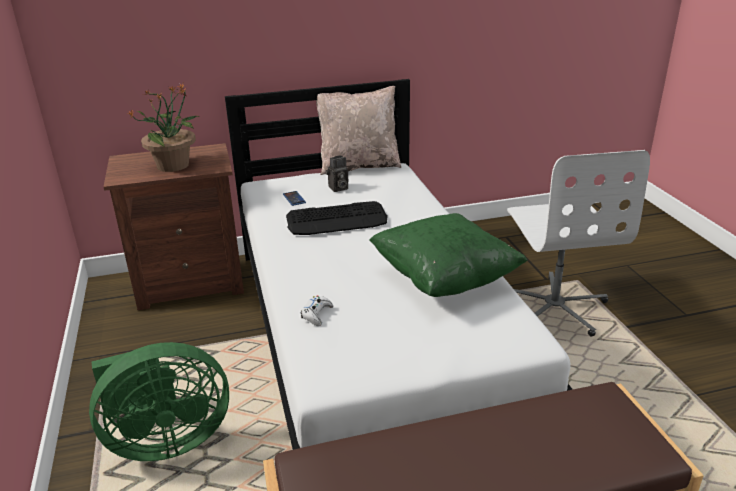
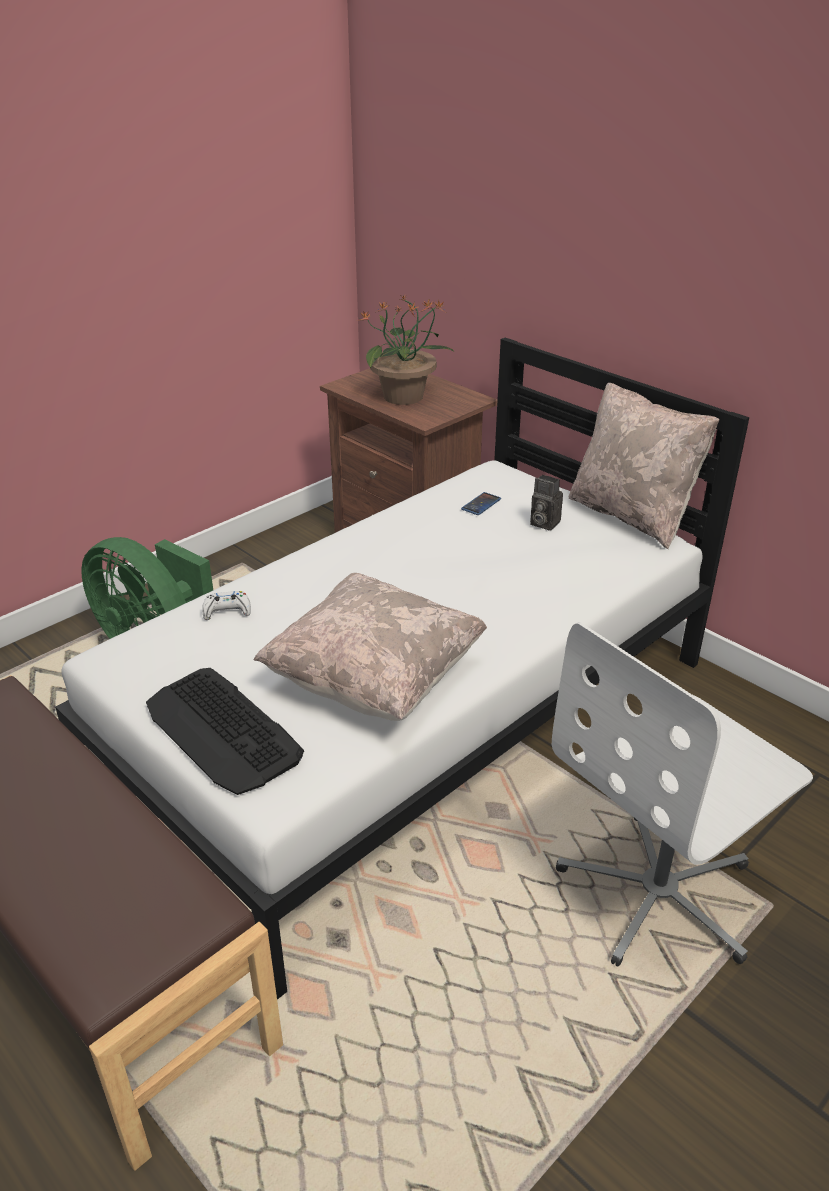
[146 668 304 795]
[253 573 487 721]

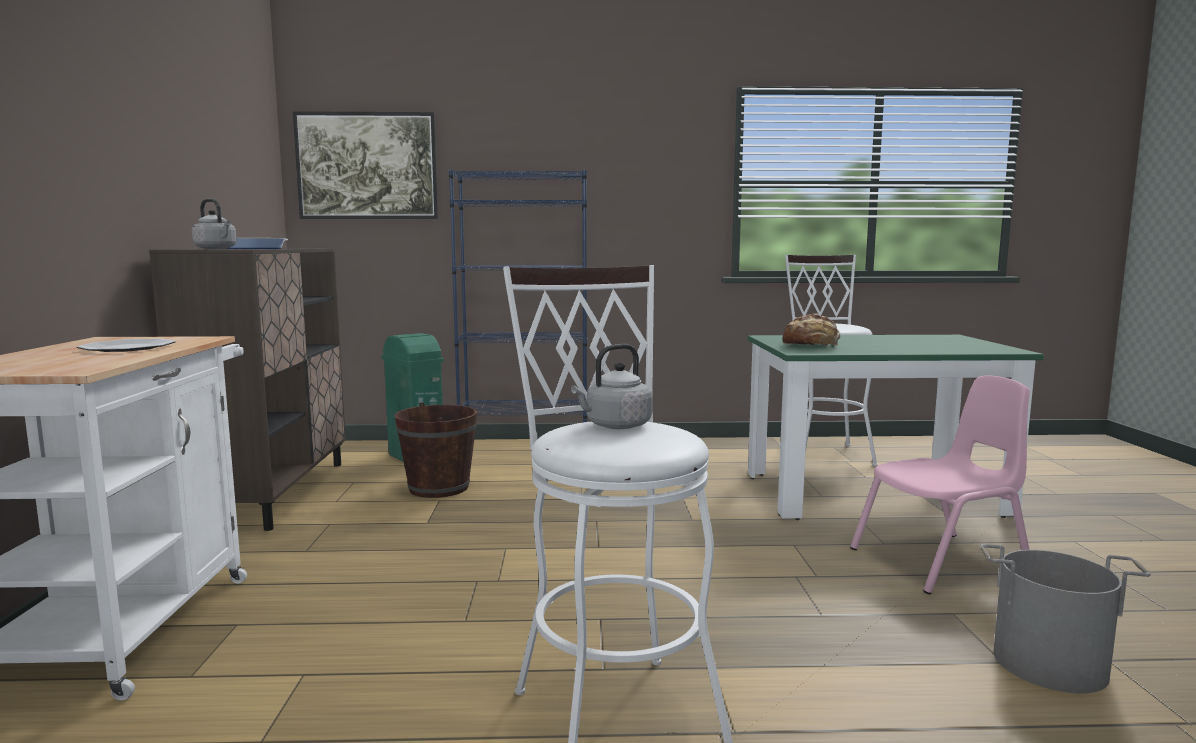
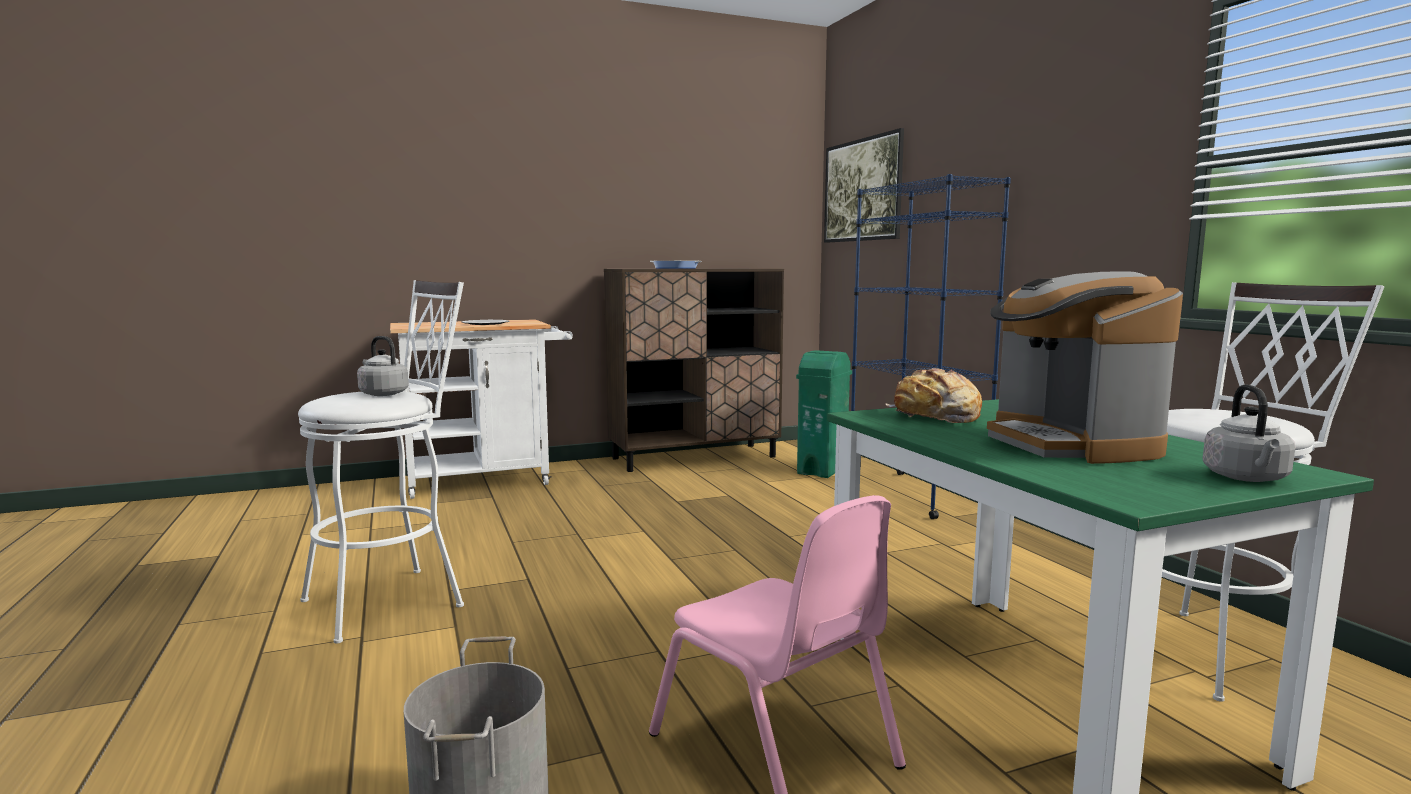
[394 402 478 498] (first image)
[987 271 1183 464]
[1202 384 1295 482]

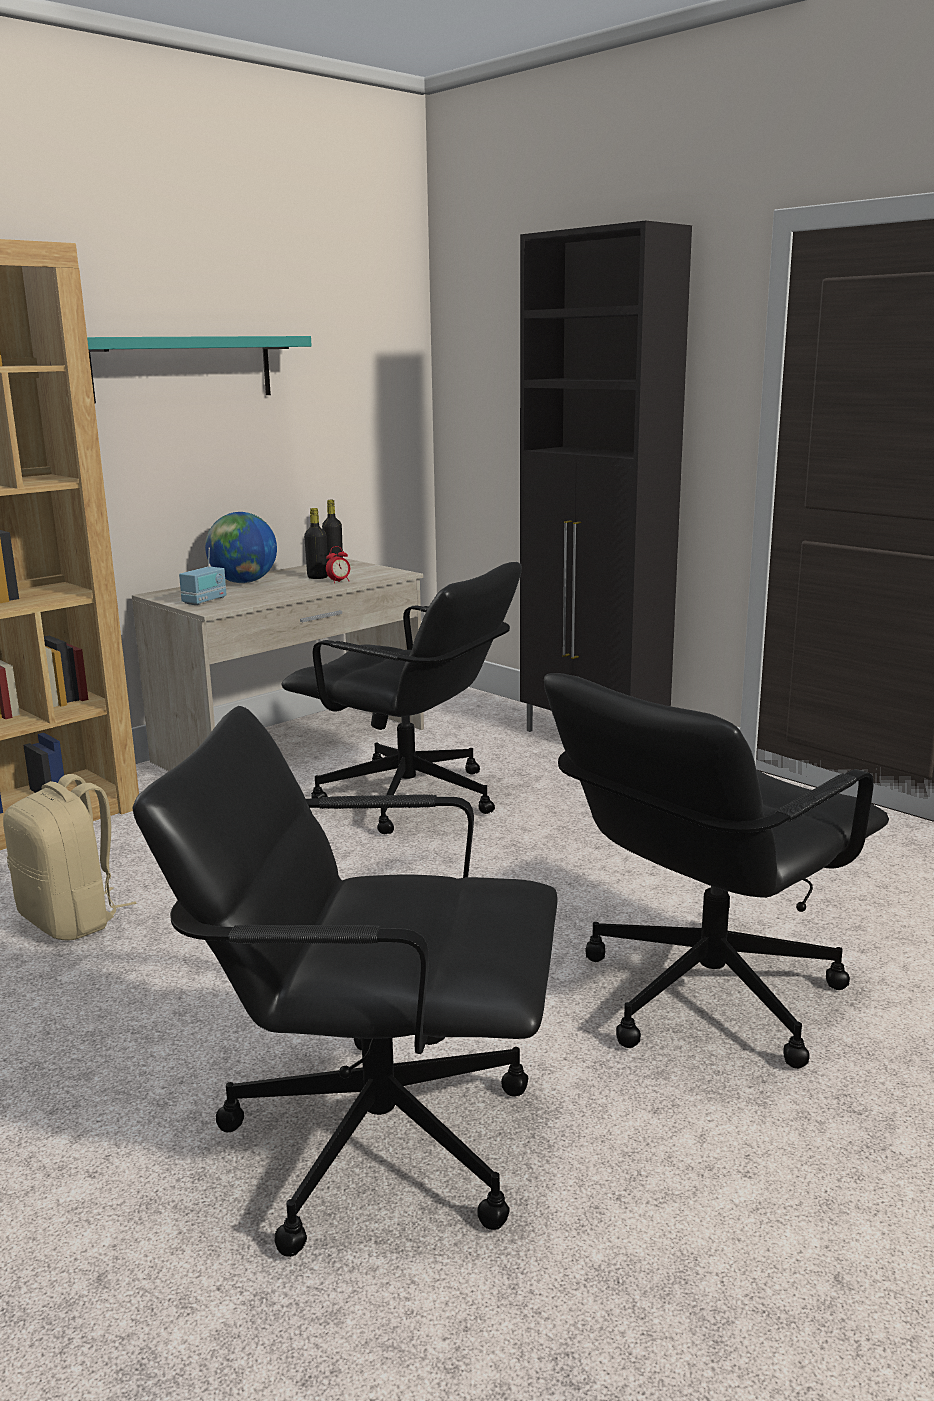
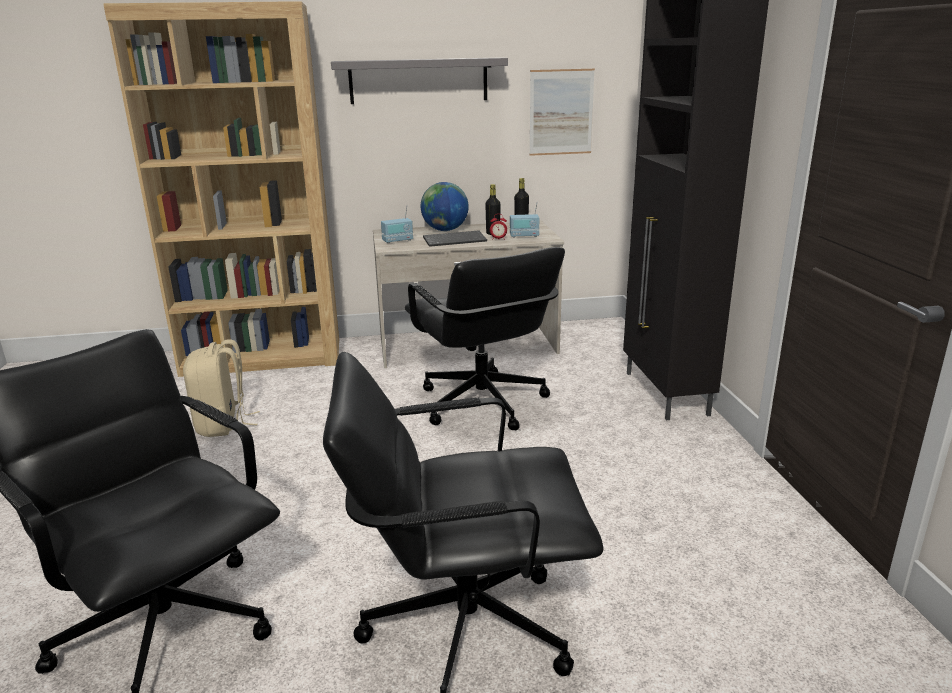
[423 230 487 247]
[510 202 539 237]
[529 69 595 156]
[331 58 508 104]

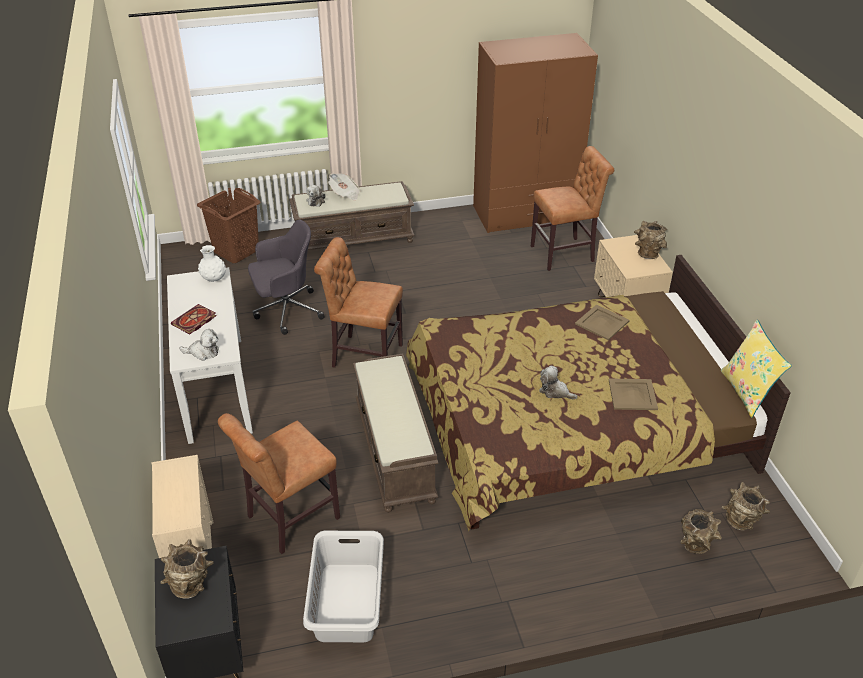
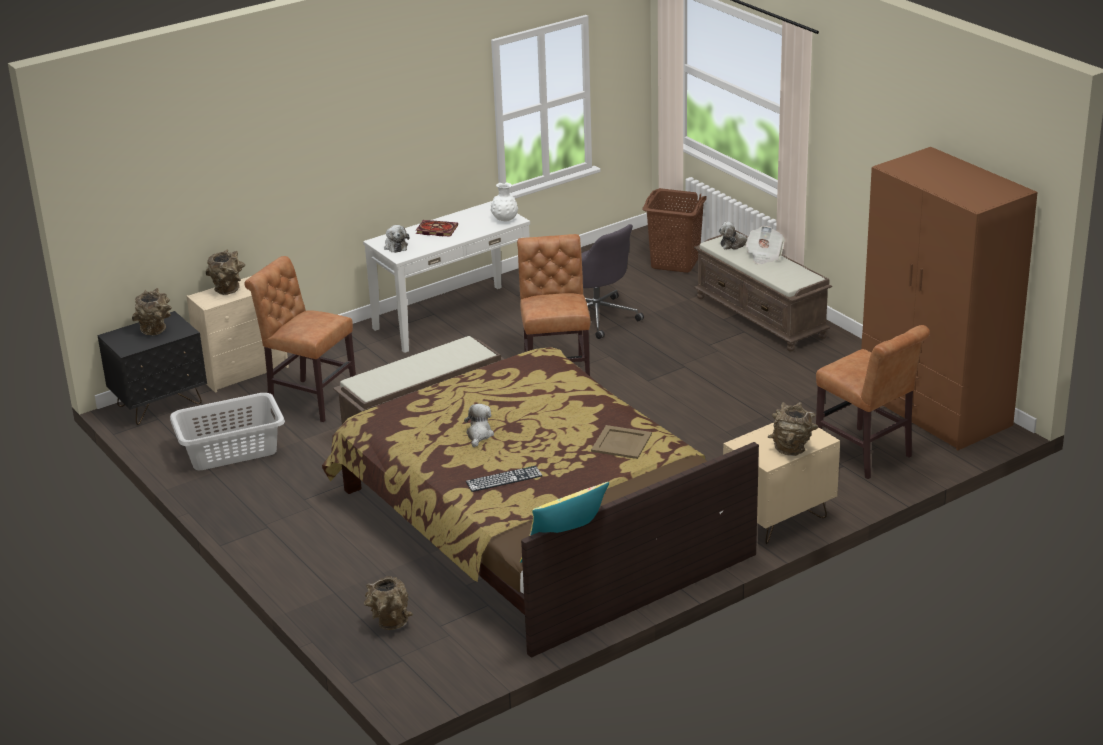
[206 250 245 295]
[466 466 543 492]

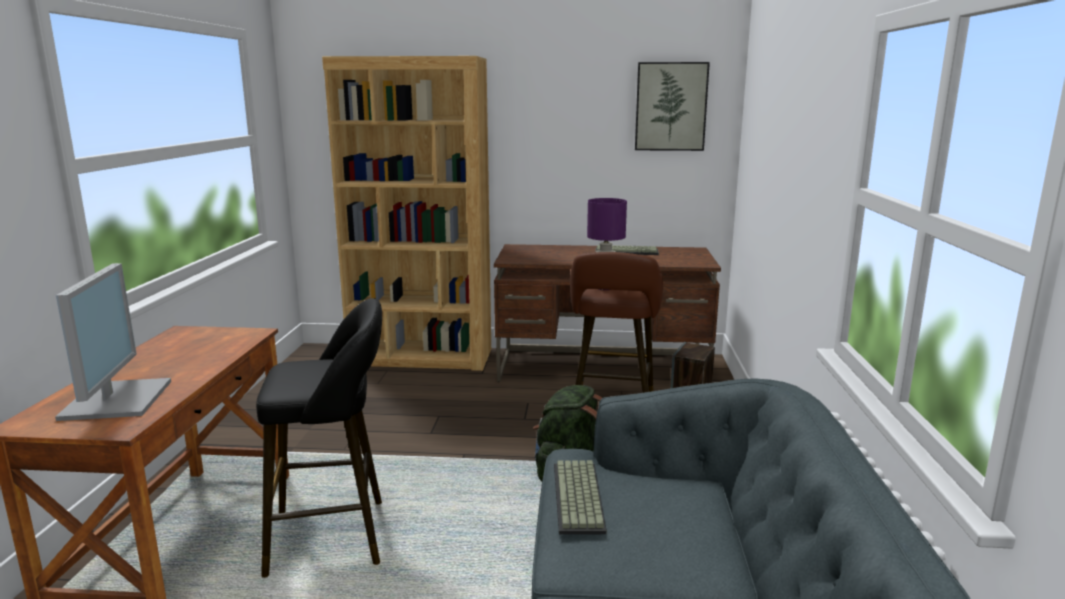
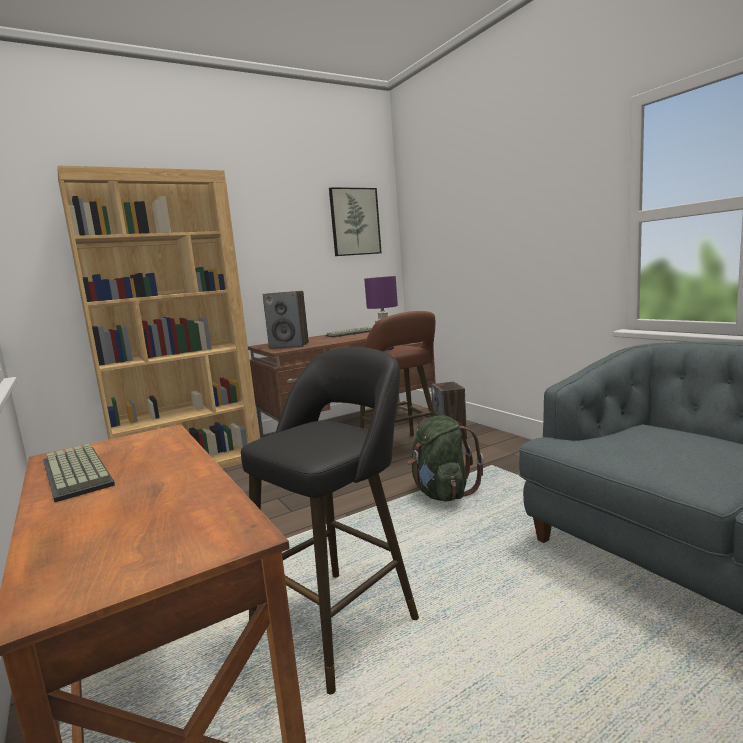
[55 263 171 421] (first image)
[263 291 309 349]
[43 444 115 502]

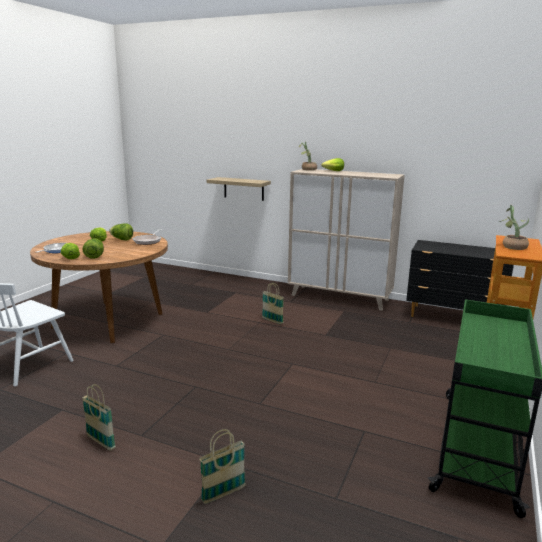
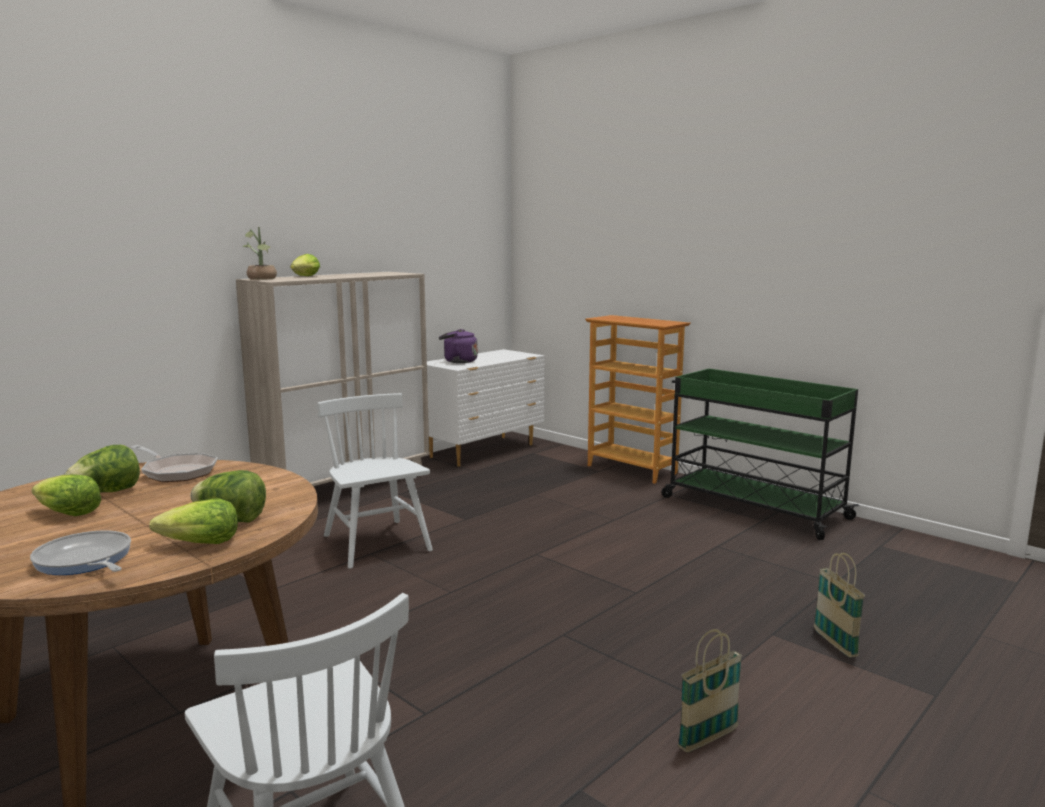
[207 177 271 201] (first image)
[499 205 529 250] (first image)
[439 329 478 363]
[317 393 433 569]
[427 349 545 467]

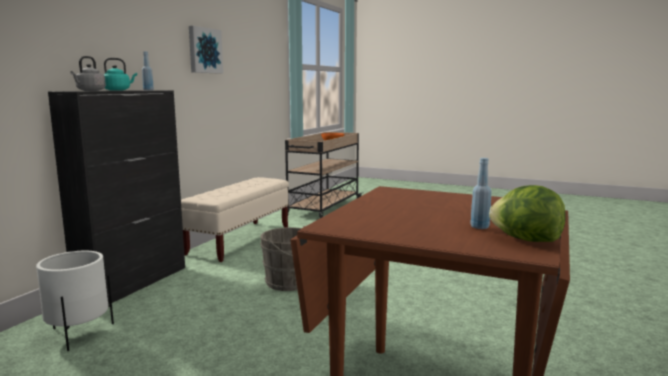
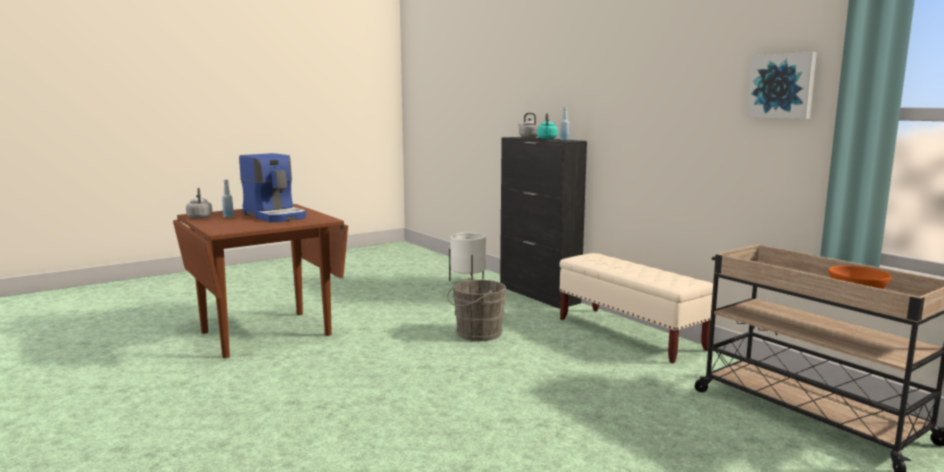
[239 153 306 222]
[747 52 817 119]
[186 188 213 219]

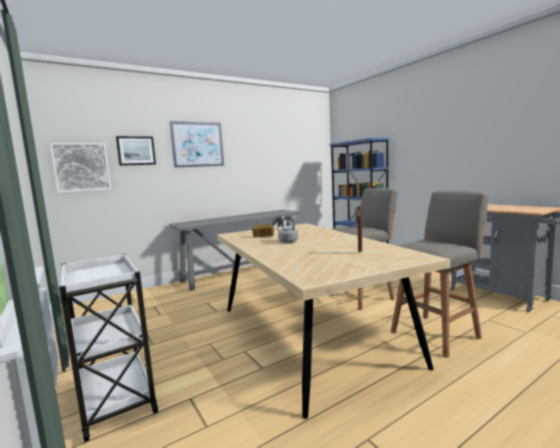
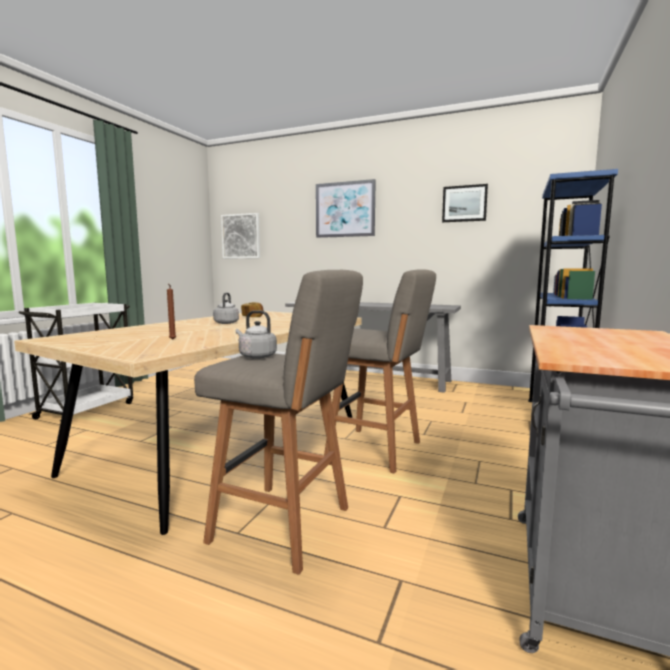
[236 310 277 359]
[442 184 488 222]

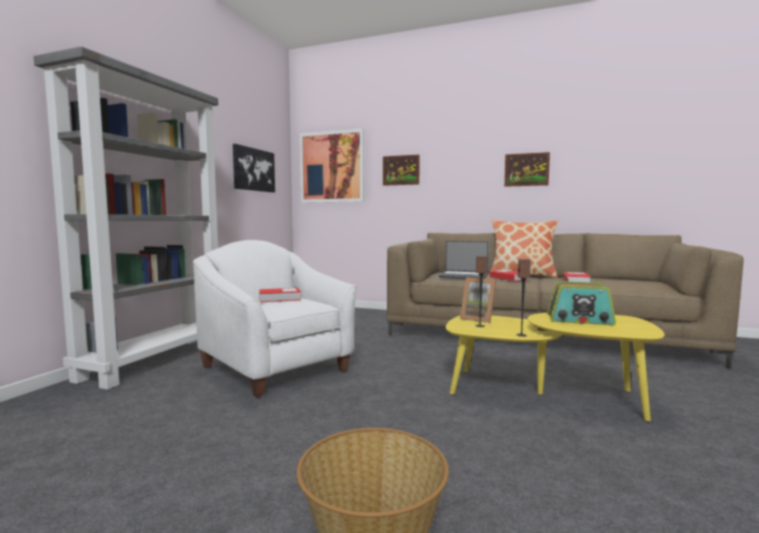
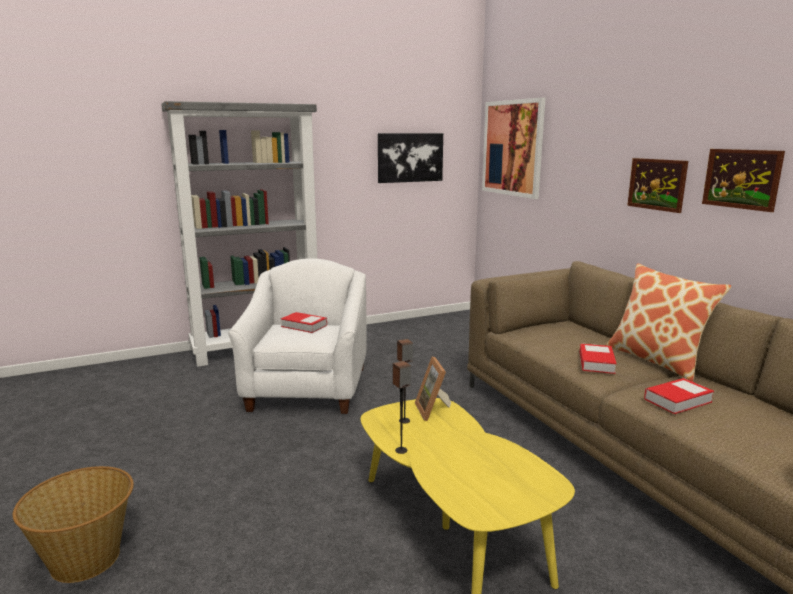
[439 241 489 279] (first image)
[547 281 616 325] (first image)
[627 158 688 213]

